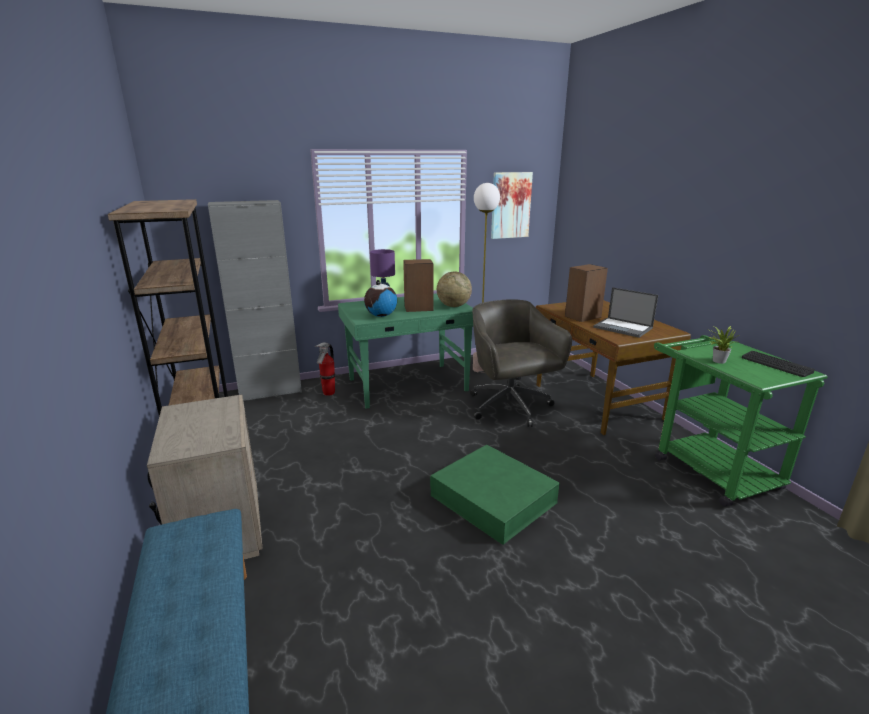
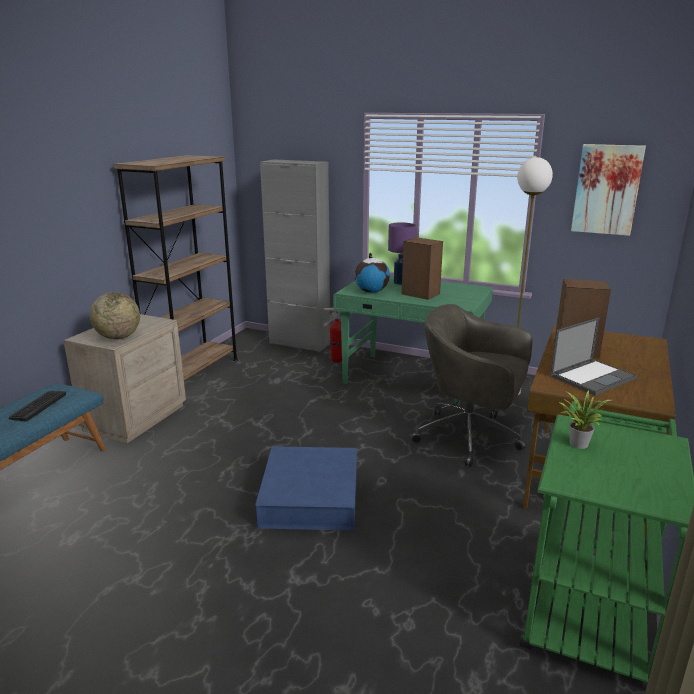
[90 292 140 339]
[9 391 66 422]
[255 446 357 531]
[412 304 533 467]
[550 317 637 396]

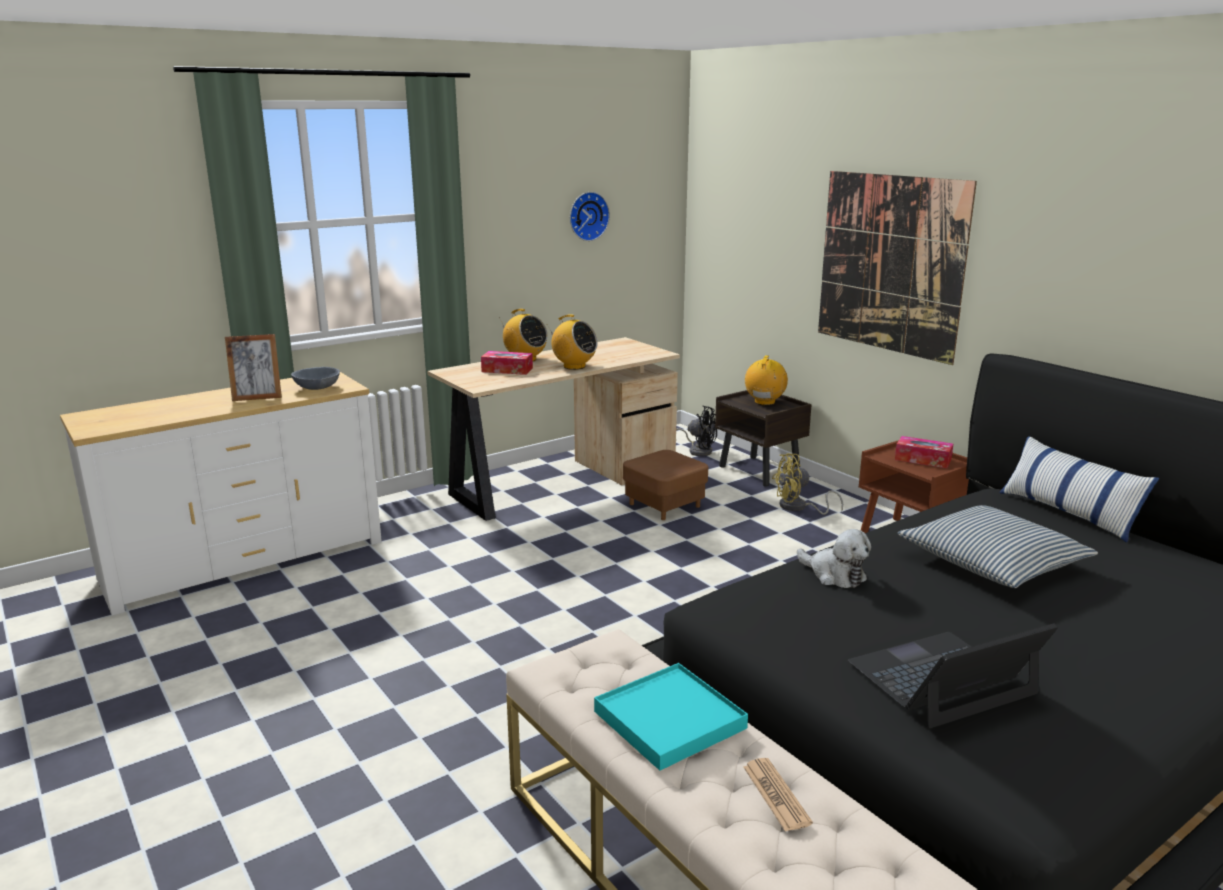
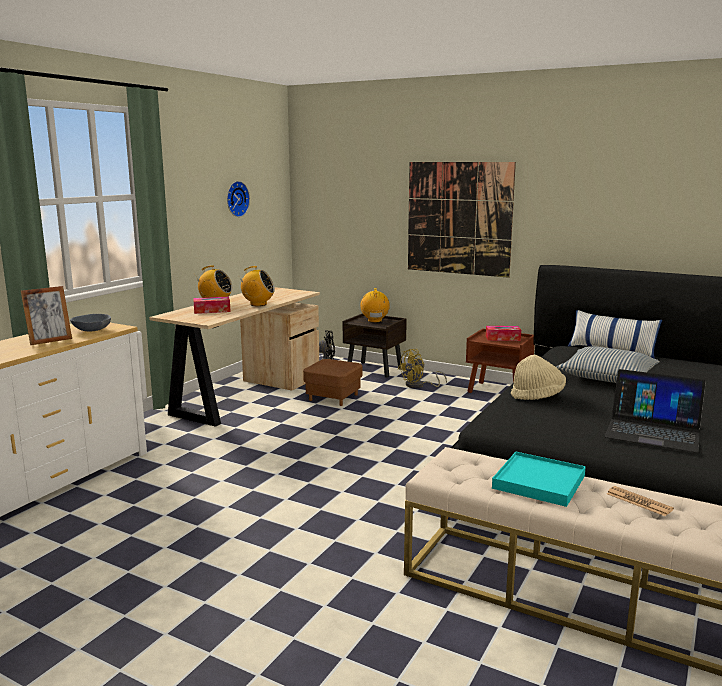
[511 355 566 400]
[605 369 706 453]

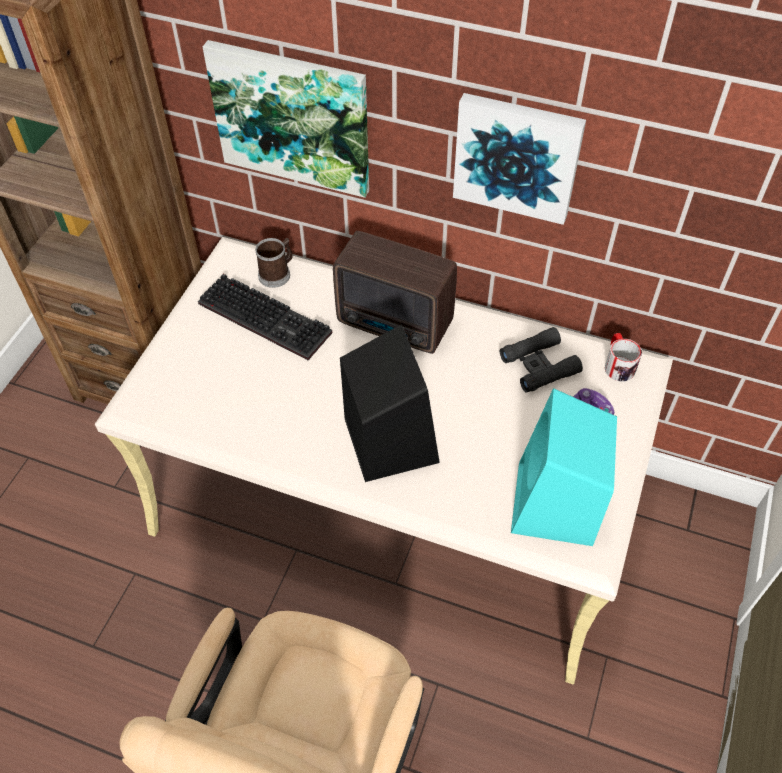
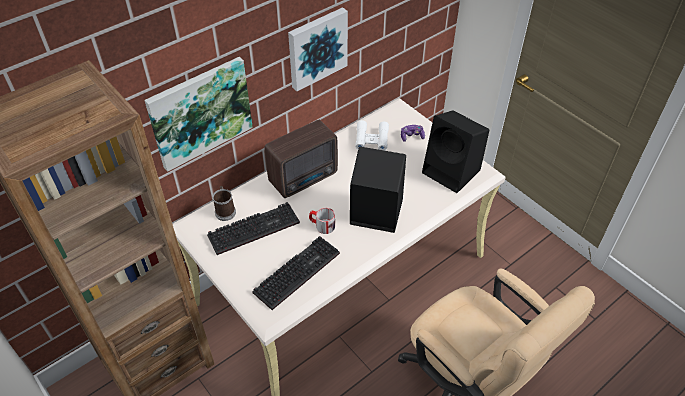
[252 236 340 310]
[309 208 335 234]
[355 120 389 151]
[422 110 489 193]

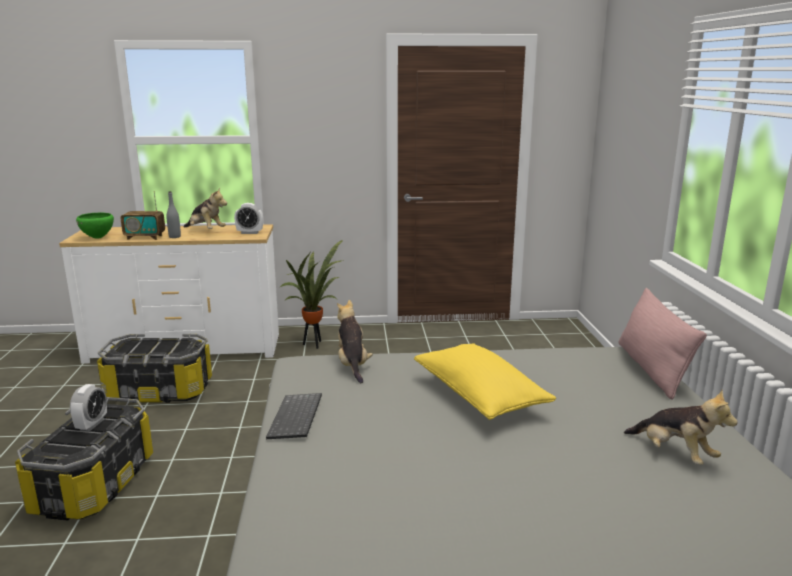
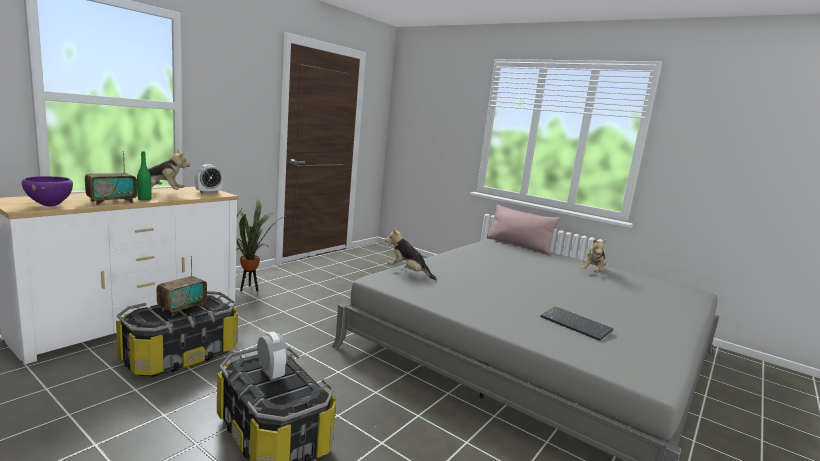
[414 343 556 420] (first image)
[157 256 207 316]
[541 306 613 341]
[22 176 73 206]
[137 151 152 201]
[582 239 607 273]

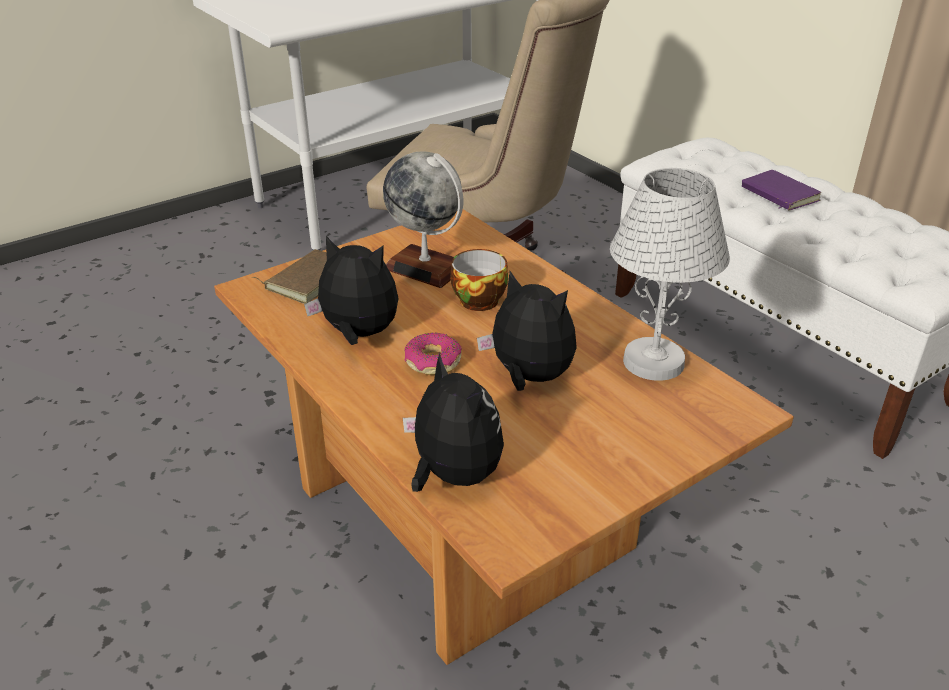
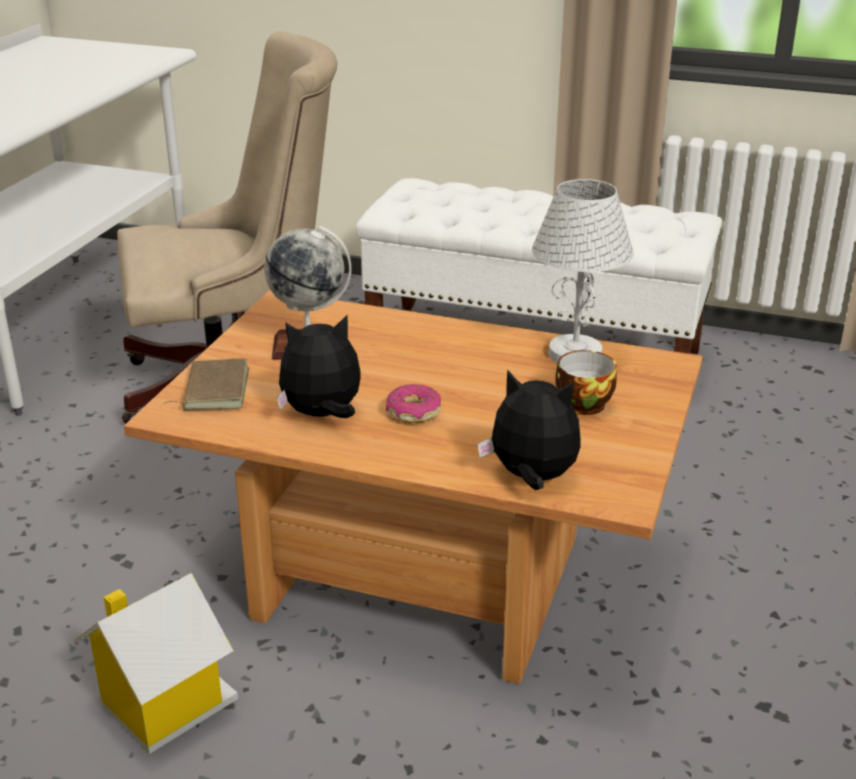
[477 271 577 391] (first image)
[742 170 821 211] (first image)
[74 573 238 754]
[556 350 617 415]

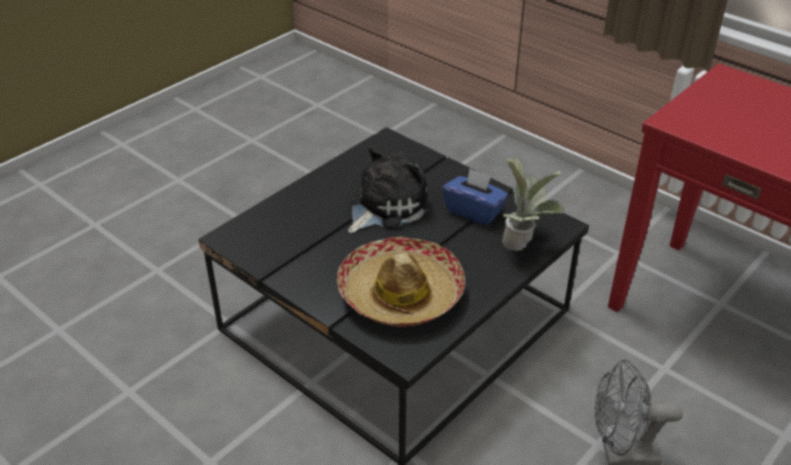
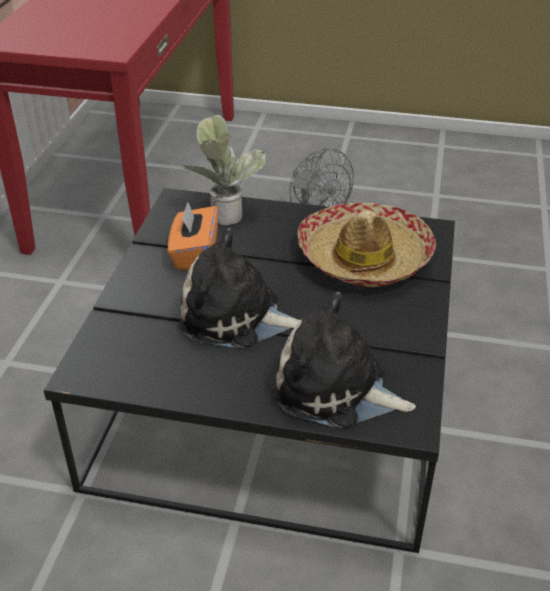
[272 291 416 428]
[168 201 218 270]

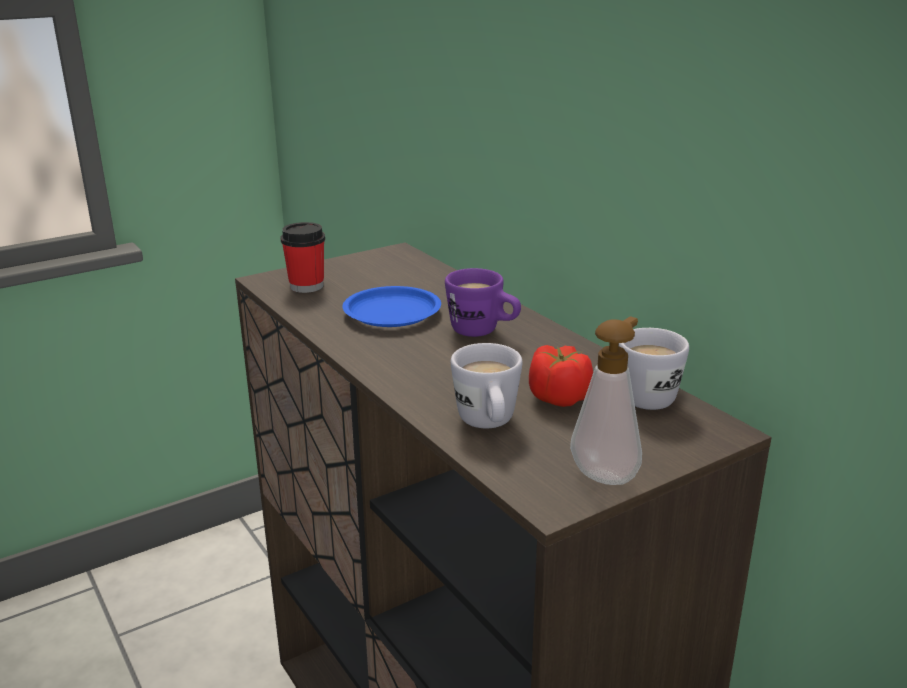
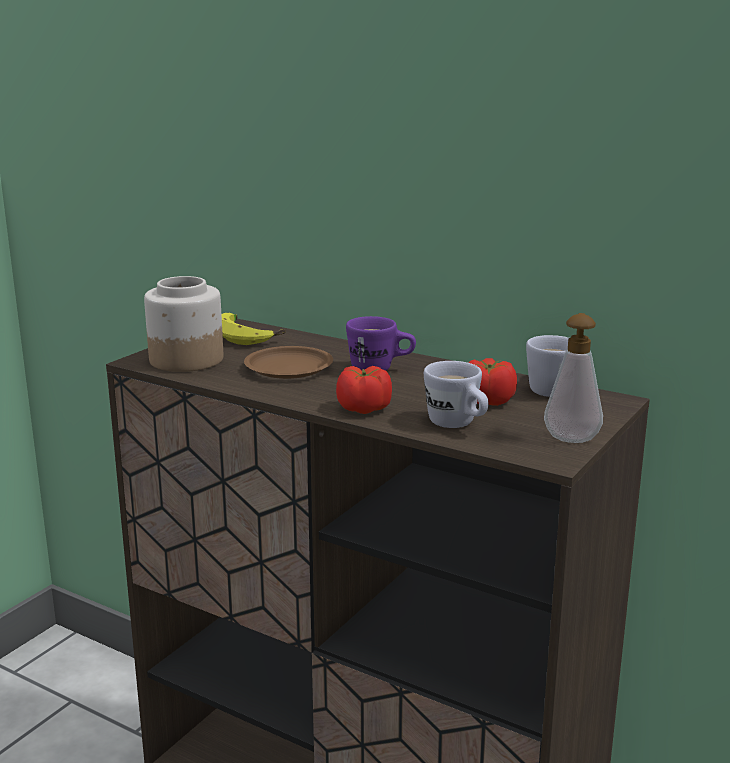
[221 313 286 345]
[336 366 392 414]
[144 276 223 372]
[244 346 333 379]

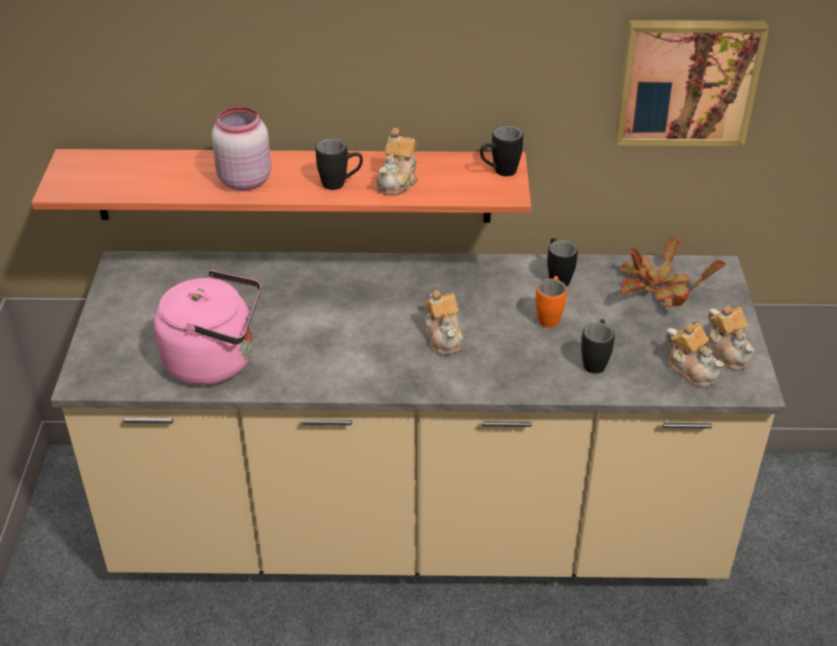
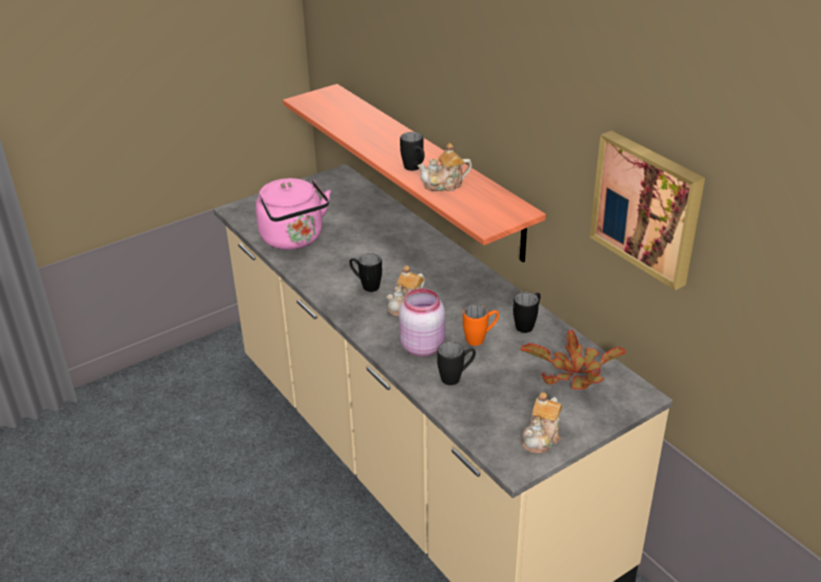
[665 323 724 388] (first image)
[399 288 445 356]
[349 253 382 292]

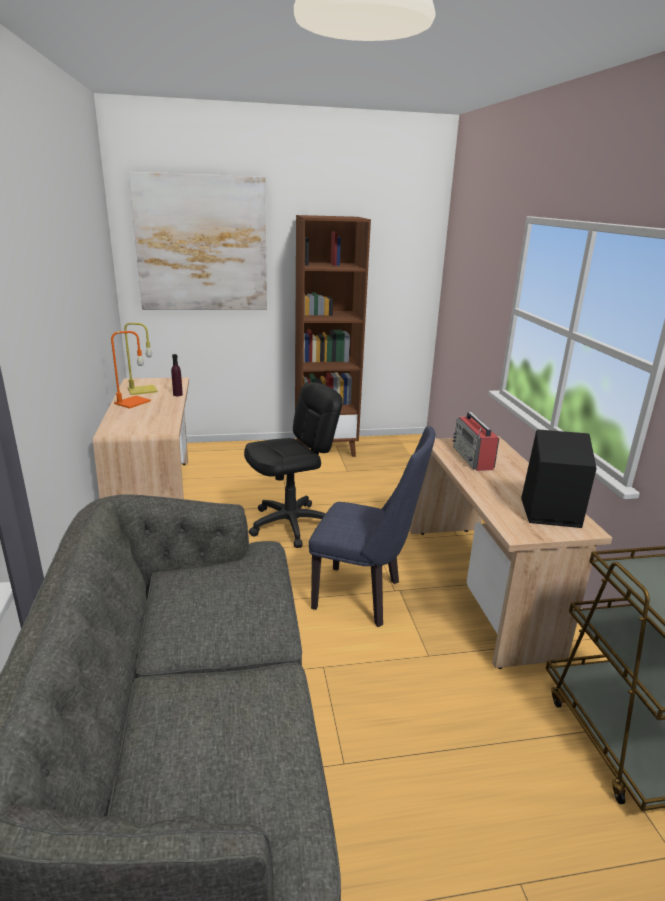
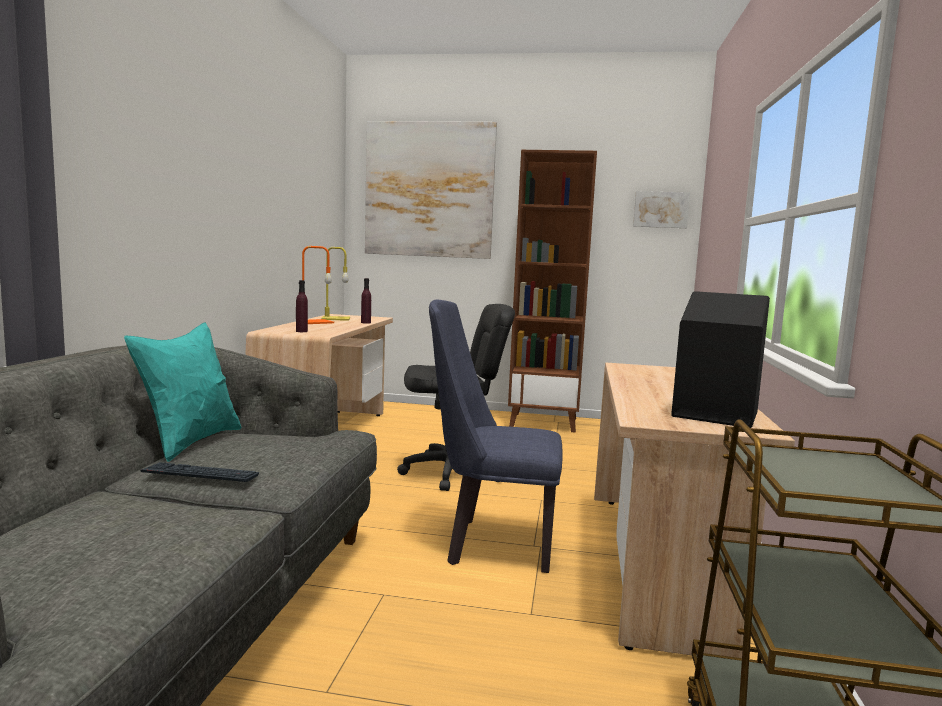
[453 412 499 471] (first image)
[124 322 242 462]
[140 462 259 482]
[296 280 308 332]
[633 191 690 228]
[429 300 563 573]

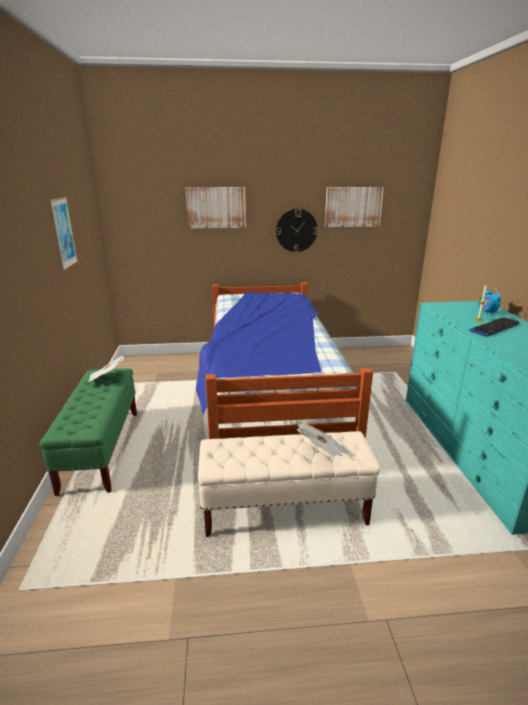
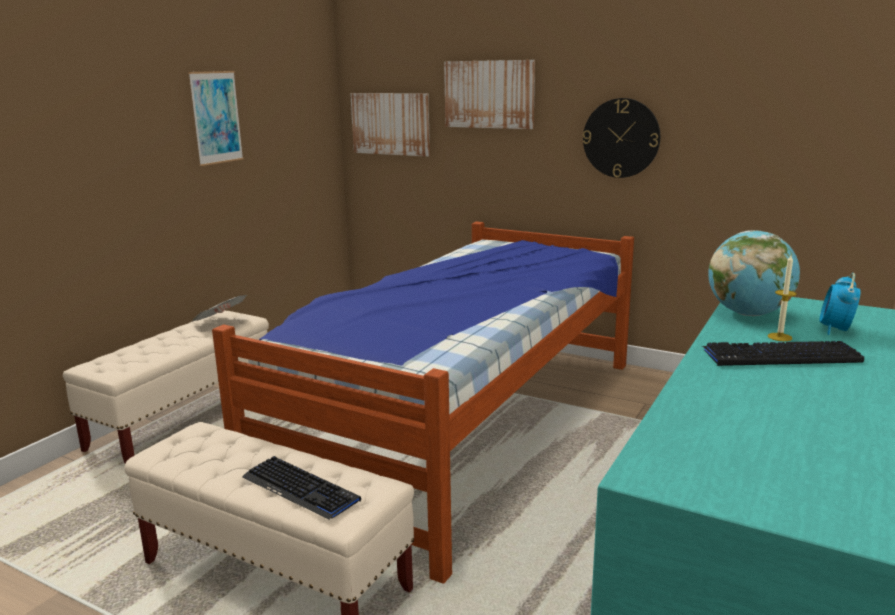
[708 230 800 316]
[350 93 430 157]
[242 456 361 520]
[63 311 269 463]

